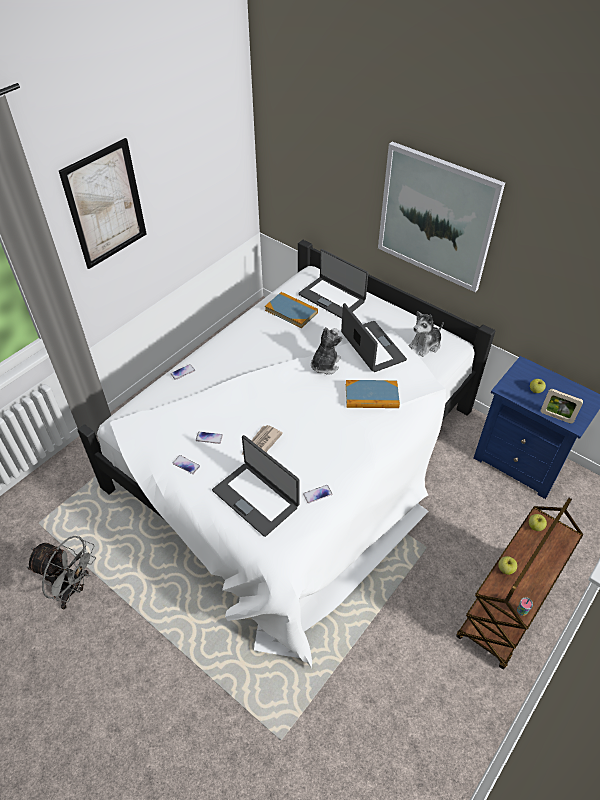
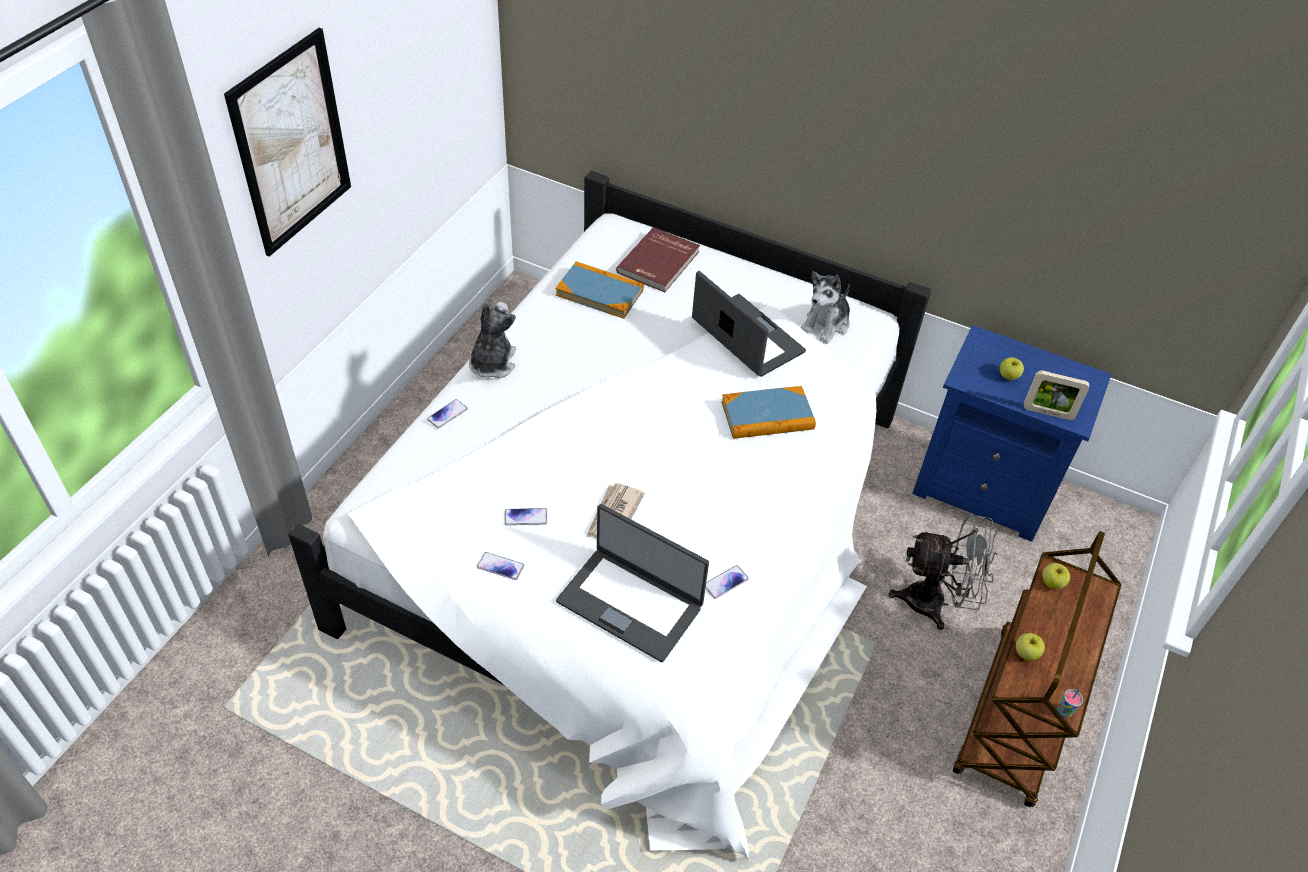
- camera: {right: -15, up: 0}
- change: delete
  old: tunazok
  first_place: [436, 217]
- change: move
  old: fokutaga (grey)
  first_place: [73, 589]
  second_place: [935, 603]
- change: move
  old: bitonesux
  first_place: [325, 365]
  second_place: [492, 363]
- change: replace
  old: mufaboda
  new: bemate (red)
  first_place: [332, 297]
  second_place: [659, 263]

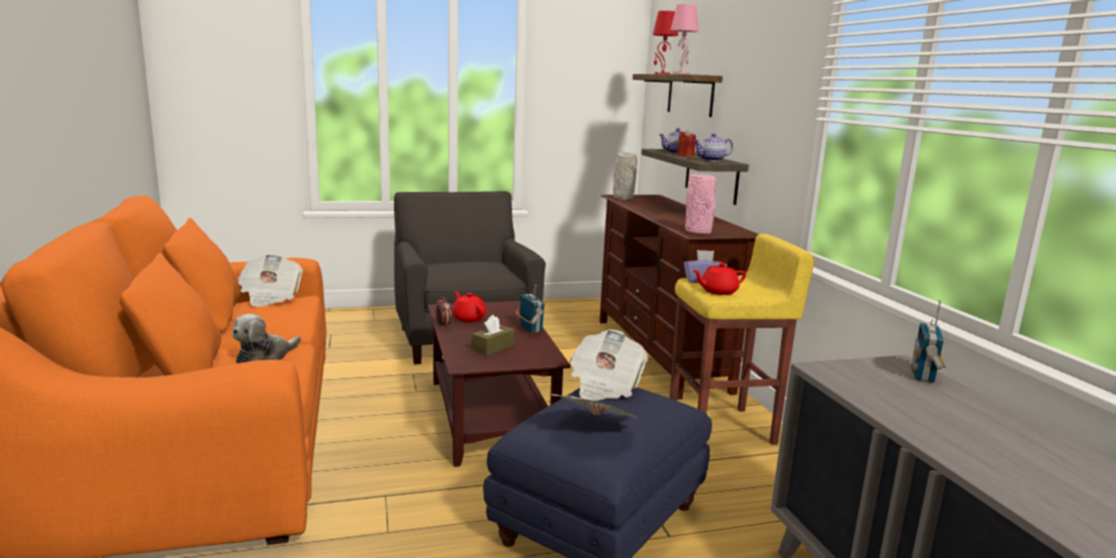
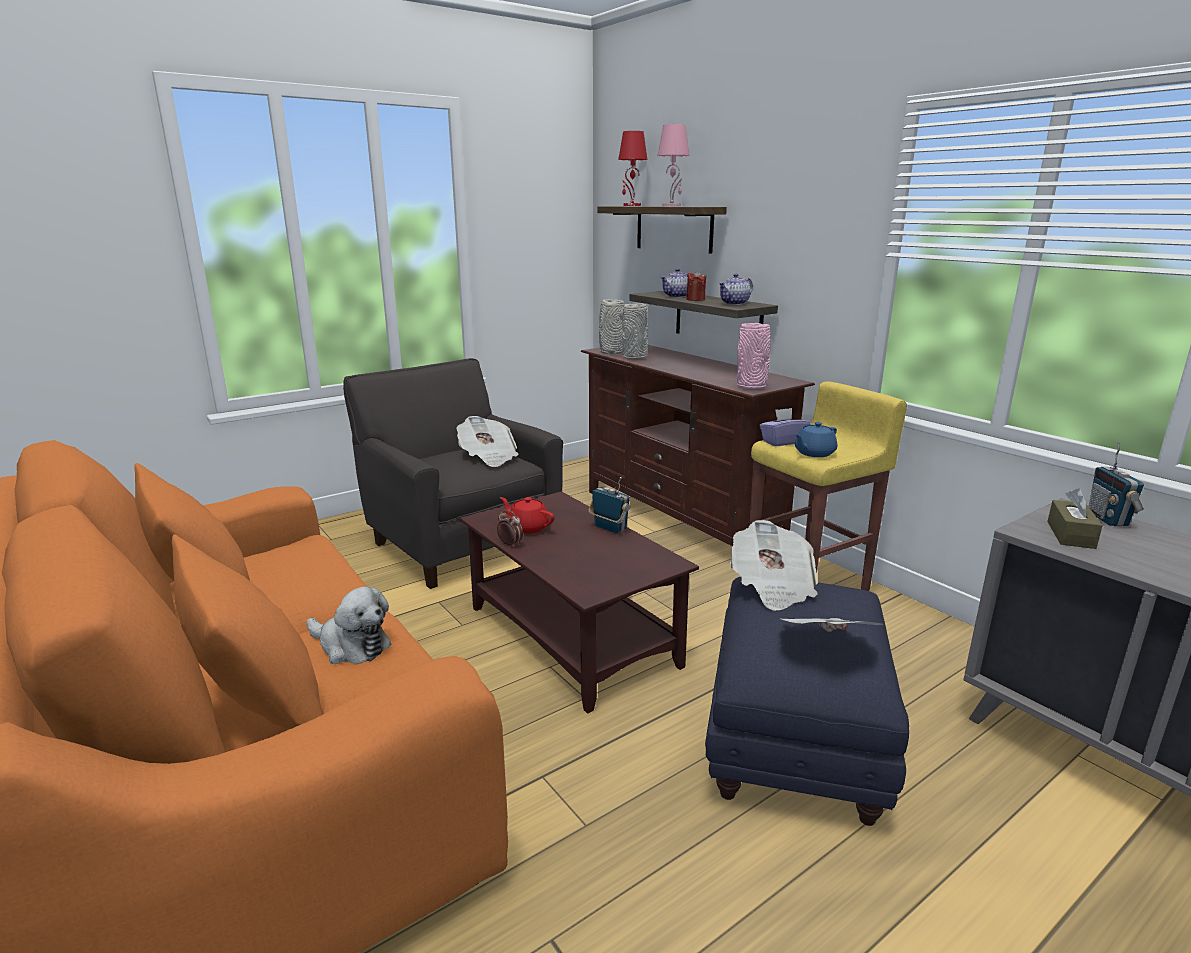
- camera: {right: -20, up: 5}
- change: insert
  new: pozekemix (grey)
  second_place: [634, 357]
- change: move
  old: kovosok
  first_place: [270, 297]
  second_place: [488, 457]
- change: move
  old: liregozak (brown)
  first_place: [493, 347]
  second_place: [1070, 535]
- change: recolor
  old: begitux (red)
  new: begitux (blue)
  first_place: [718, 291]
  second_place: [813, 453]
- change: rotate
  old: bitonesux
  first_place: [265, 357]
  second_place: [351, 646]
  degrees: -75

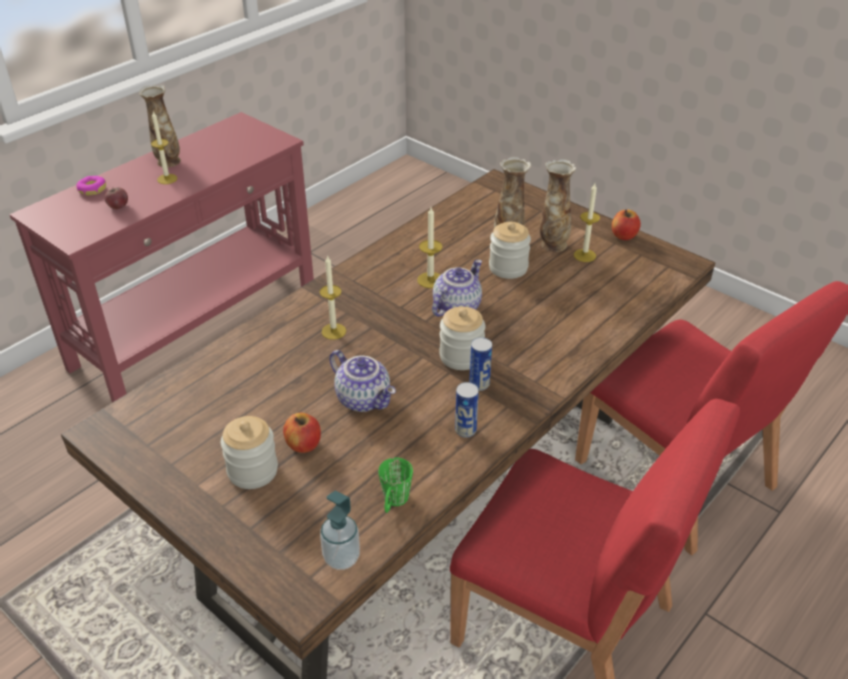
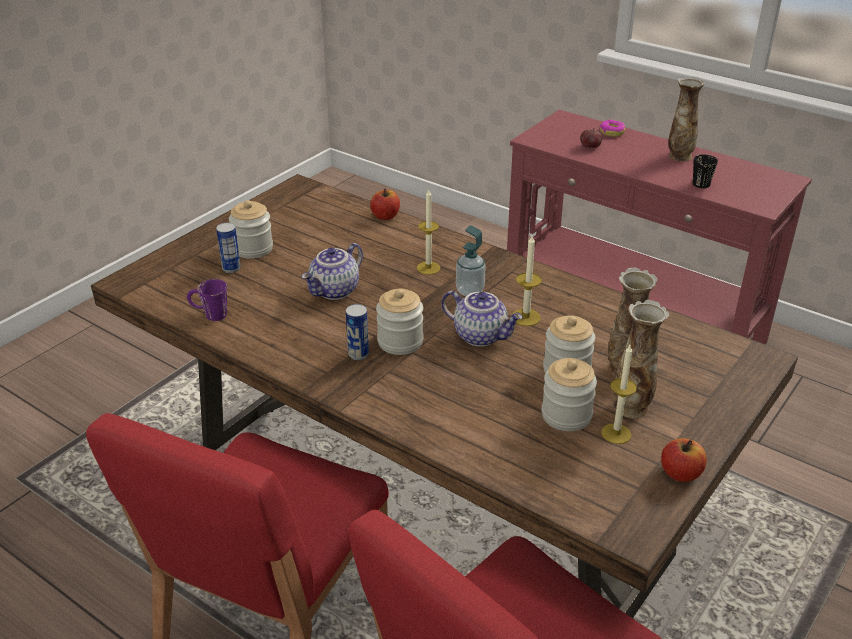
- camera: {right: 85, up: -5}
- change: delete
  old: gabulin
  first_place: [167, 179]
- change: insert
  new: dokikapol
  second_place: [566, 415]
- change: insert
  new: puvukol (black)
  second_place: [703, 187]
- change: move
  old: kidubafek
  first_place: [303, 444]
  second_place: [385, 216]
- change: move
  old: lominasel
  first_place: [341, 558]
  second_place: [469, 291]
- change: move
  old: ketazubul
  first_place: [465, 430]
  second_place: [231, 268]
- change: recolor
  old: puvukol (green)
  new: puvukol (purple)
  first_place: [394, 503]
  second_place: [209, 314]

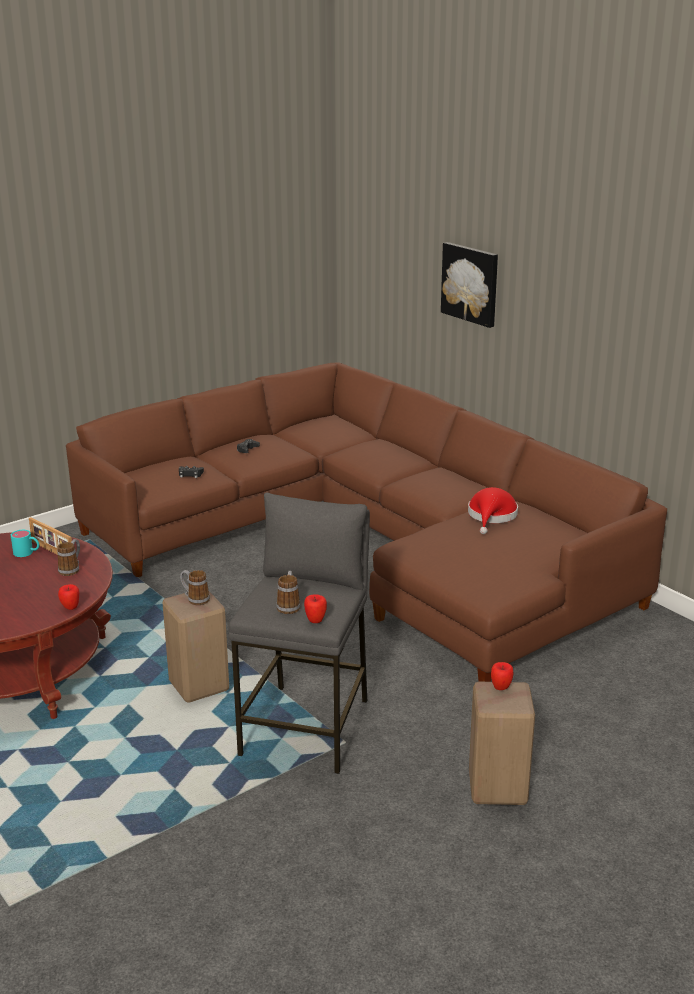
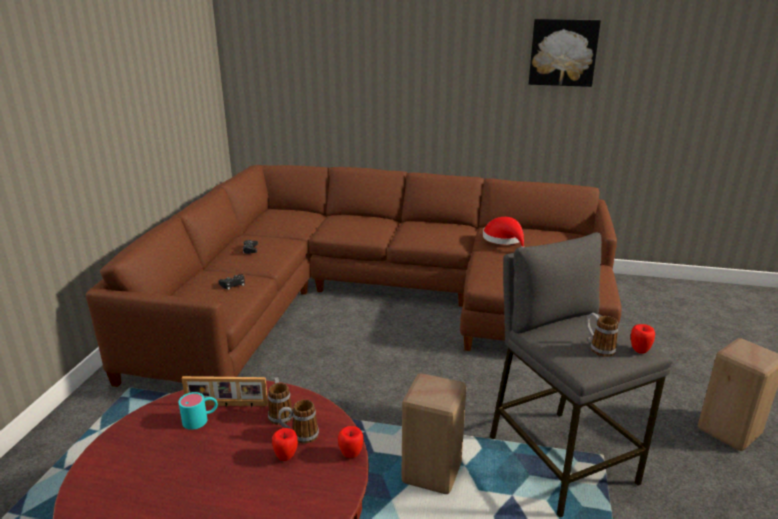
- camera: {right: -40, up: 0}
- change: move
  old: puvukol
  first_place: [195, 599]
  second_place: [299, 436]
- change: move
  old: tunazok
  first_place: [471, 283]
  second_place: [563, 52]
- change: move
  old: kidubafek
  first_place: [501, 688]
  second_place: [286, 457]

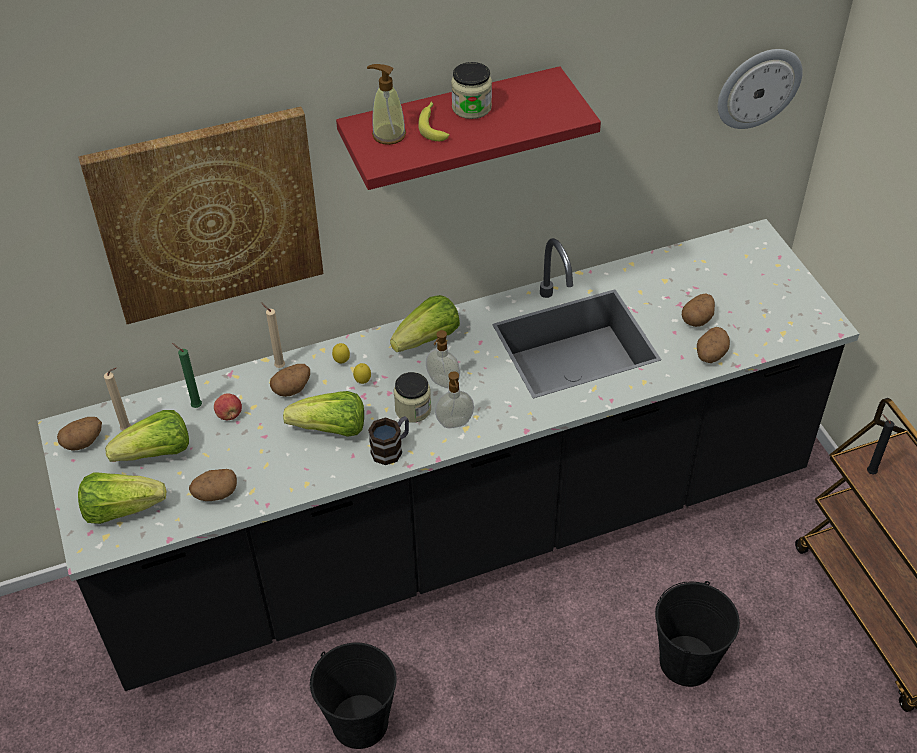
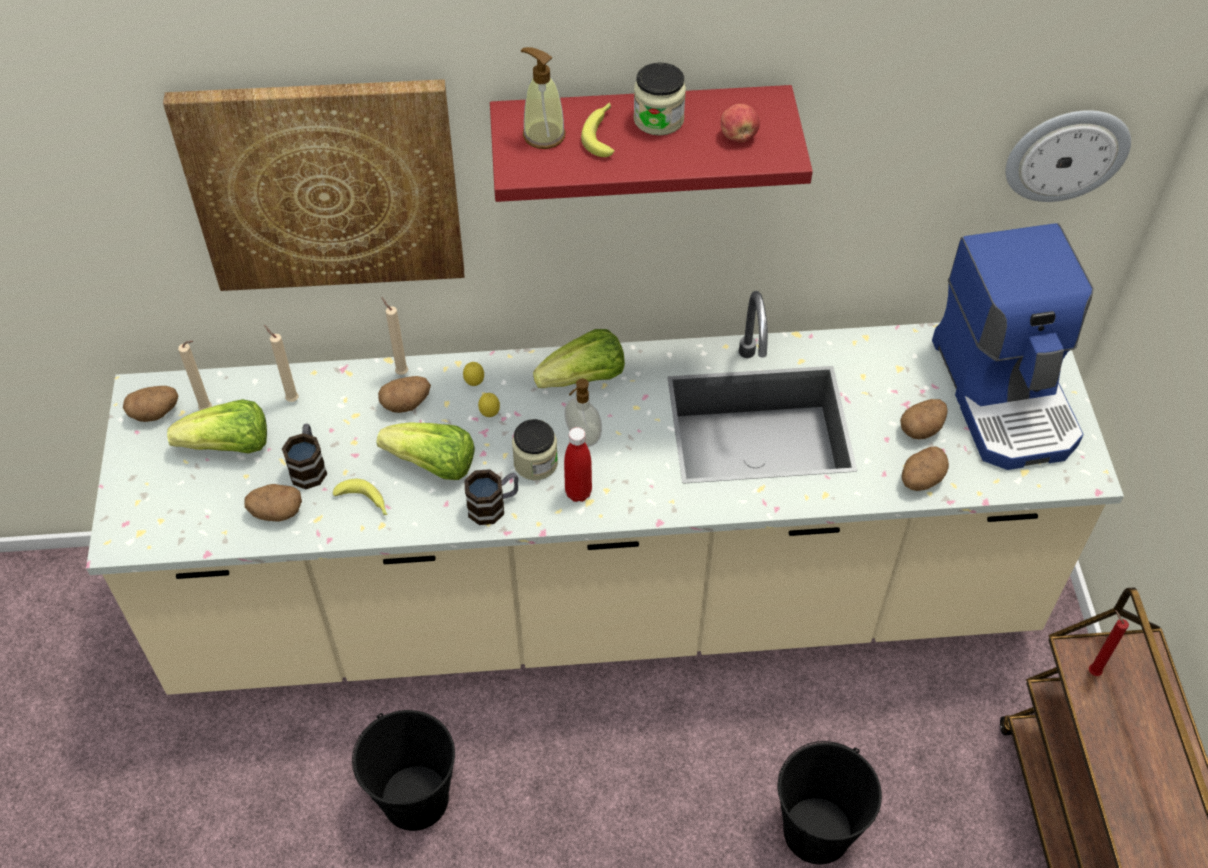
- camera: {right: 15, up: 5}
- change: delete
  old: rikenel
  first_place: [121, 509]
- change: insert
  new: puvukol
  second_place: [309, 466]
- change: insert
  new: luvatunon
  second_place: [364, 502]
- change: insert
  new: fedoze
  second_place: [1006, 394]
- change: move
  old: kidubafek
  first_place: [229, 415]
  second_place: [738, 136]
- change: replace
  old: lominasel
  new: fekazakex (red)
  first_place: [455, 423]
  second_place: [578, 493]
- change: recolor
  old: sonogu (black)
  new: sonogu (beige)
  first_place: [461, 532]
  second_place: [604, 602]
- change: recolor
  old: gabulin (green)
  new: gabulin (beige)
  first_place: [195, 406]
  second_place: [291, 399]
- change: recolor
  old: gabulin (black)
  new: gabulin (red)
  first_place: [869, 472]
  second_place: [1092, 671]

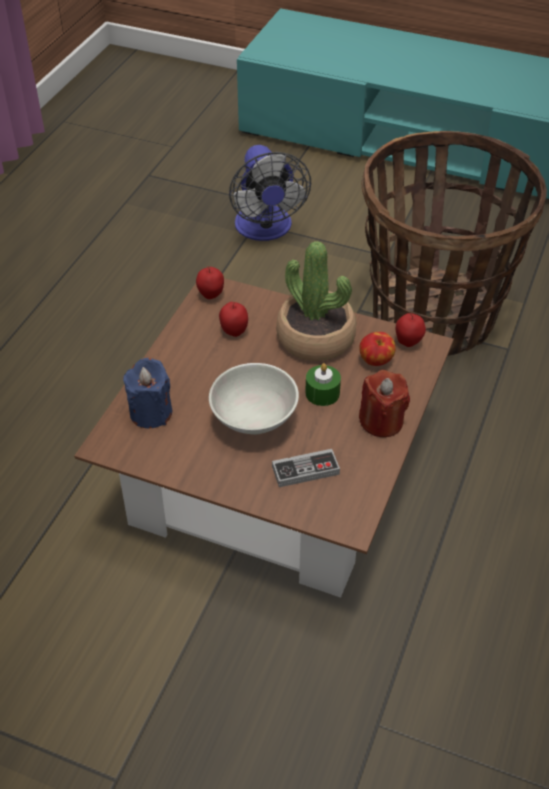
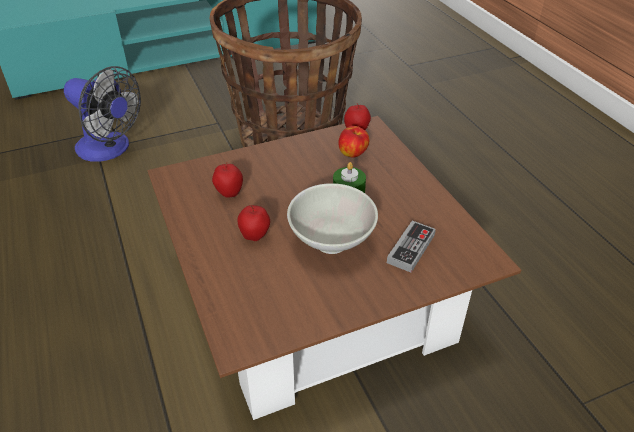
- camera: {right: -45, up: -5}
- change: delete
  old: gabulin (blue)
  first_place: [151, 412]
- change: delete
  old: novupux
  first_place: [316, 338]
- change: delete
  old: gabulin (red)
  first_place: [381, 421]
- change: move
  old: kidubafek
  first_place: [210, 296]
  second_place: [255, 237]

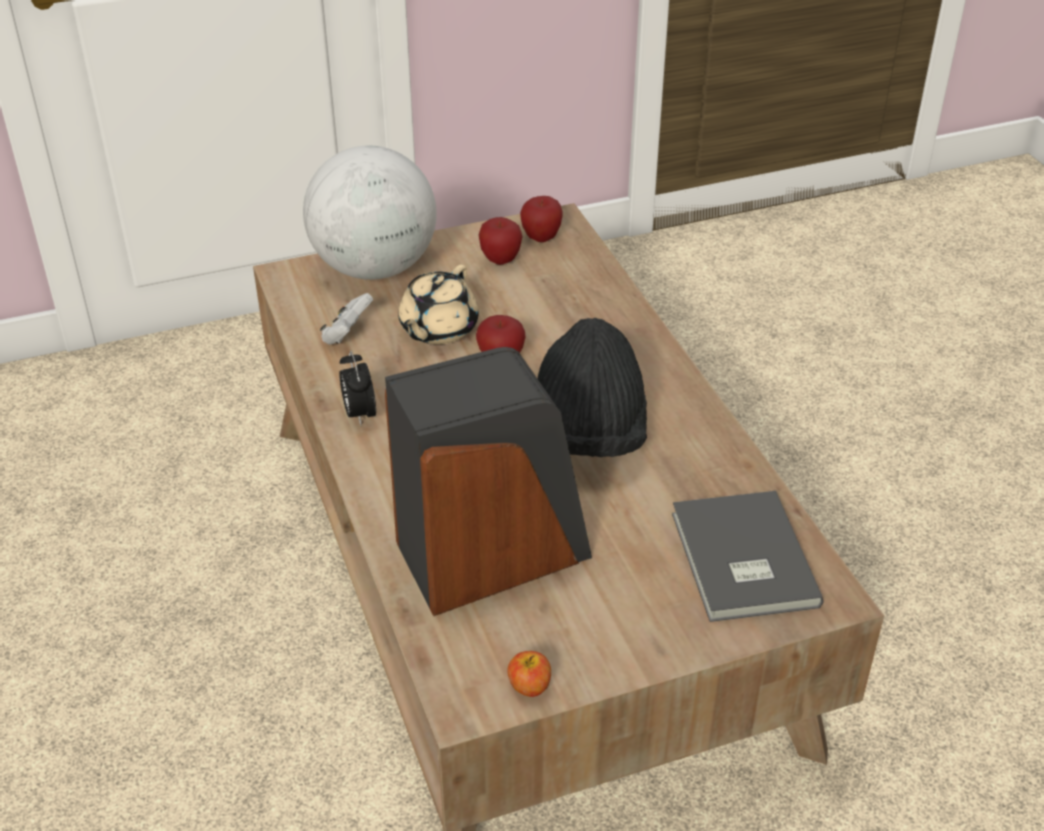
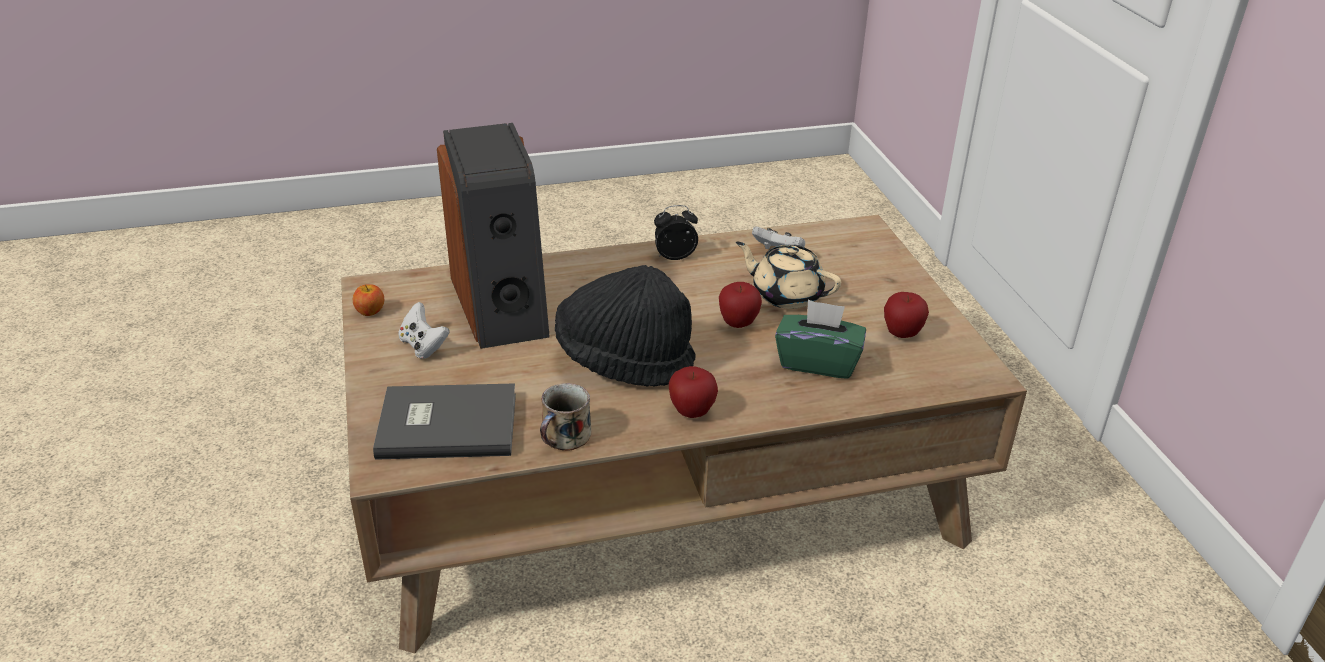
- camera: {right: 95, up: -5}
- change: delete
  old: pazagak
  first_place: [374, 268]
- change: insert
  new: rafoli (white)
  second_place: [423, 346]
- change: insert
  new: puvukol
  second_place: [565, 436]
- change: insert
  new: liregozak (green)
  second_place: [818, 362]
- change: move
  old: kidubafek
  first_place: [541, 238]
  second_place: [692, 412]

